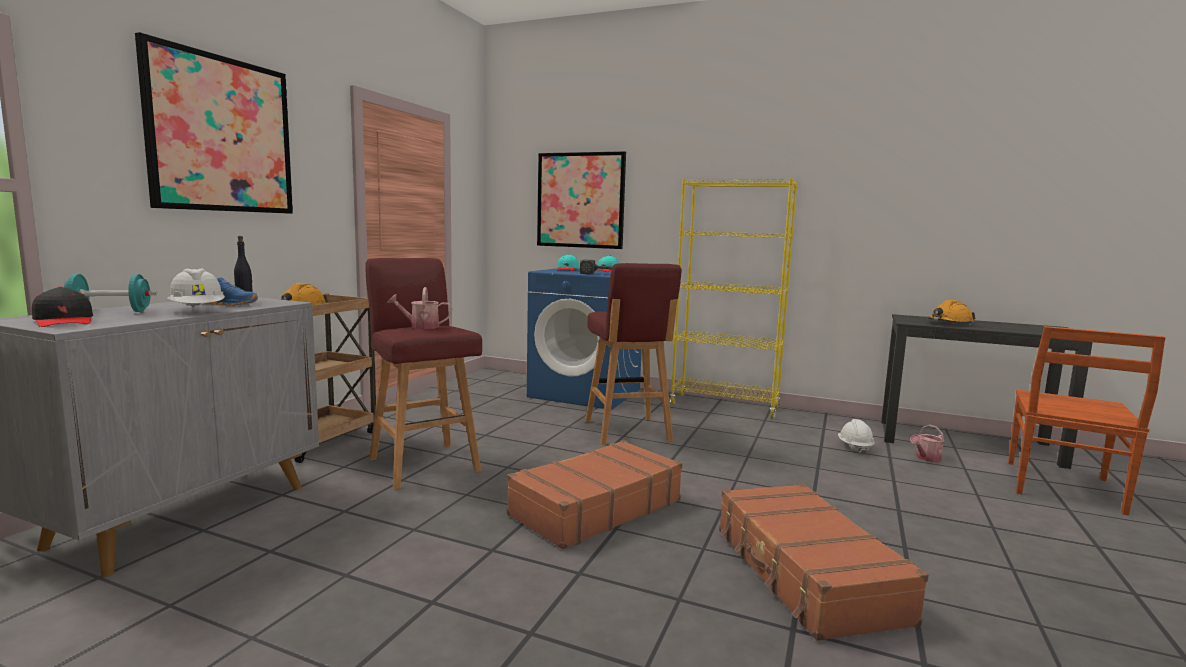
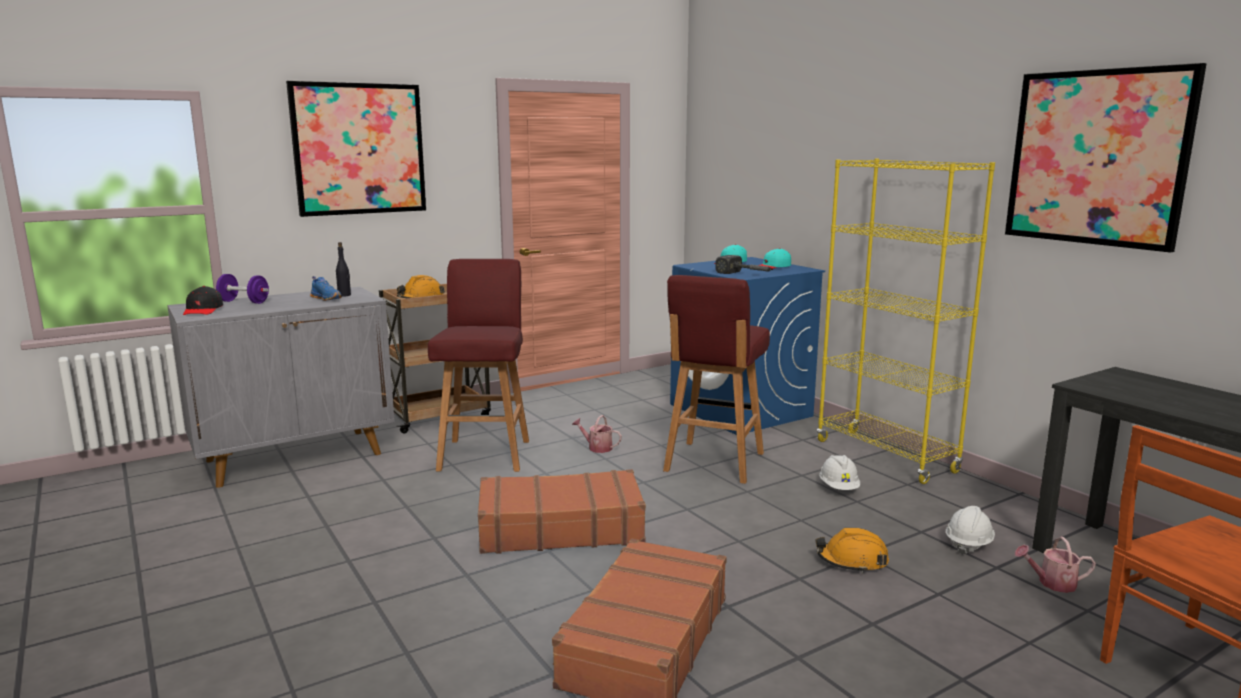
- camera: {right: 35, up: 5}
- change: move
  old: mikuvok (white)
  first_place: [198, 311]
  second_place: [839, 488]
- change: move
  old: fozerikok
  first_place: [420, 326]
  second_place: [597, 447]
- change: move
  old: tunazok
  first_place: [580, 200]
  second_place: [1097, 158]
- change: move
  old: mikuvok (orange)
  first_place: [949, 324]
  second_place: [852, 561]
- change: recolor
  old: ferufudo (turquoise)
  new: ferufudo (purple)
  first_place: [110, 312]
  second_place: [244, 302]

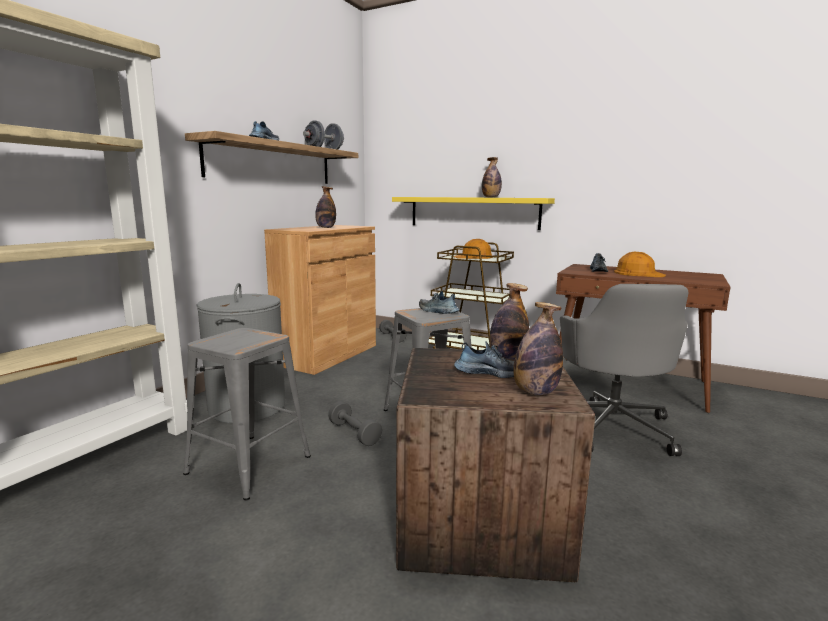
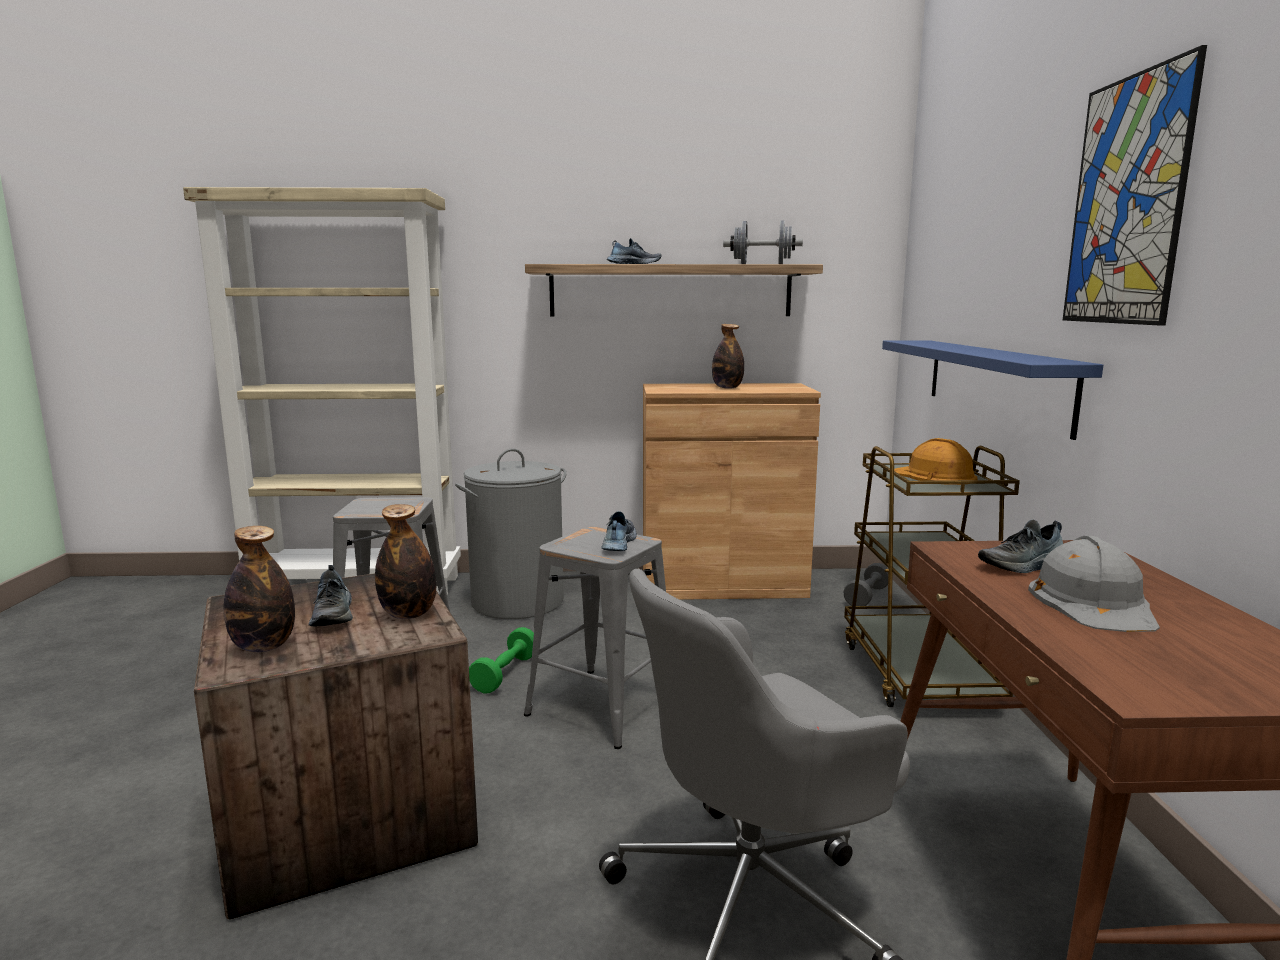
- camera: {right: 60, up: 0}
- change: delete
  old: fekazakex
  first_place: [491, 197]
- change: insert
  new: tunazok
  second_place: [1127, 201]
- change: recolor
  old: ferufudo (grey)
  new: ferufudo (green)
  first_place: [354, 433]
  second_place: [505, 674]
- change: recolor
  old: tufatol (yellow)
  new: tufatol (blue)
  first_place: [473, 212]
  second_place: [994, 382]
- change: recolor
  old: mikuvok (orange)
  new: mikuvok (grey)
  first_place: [638, 273]
  second_place: [1093, 602]

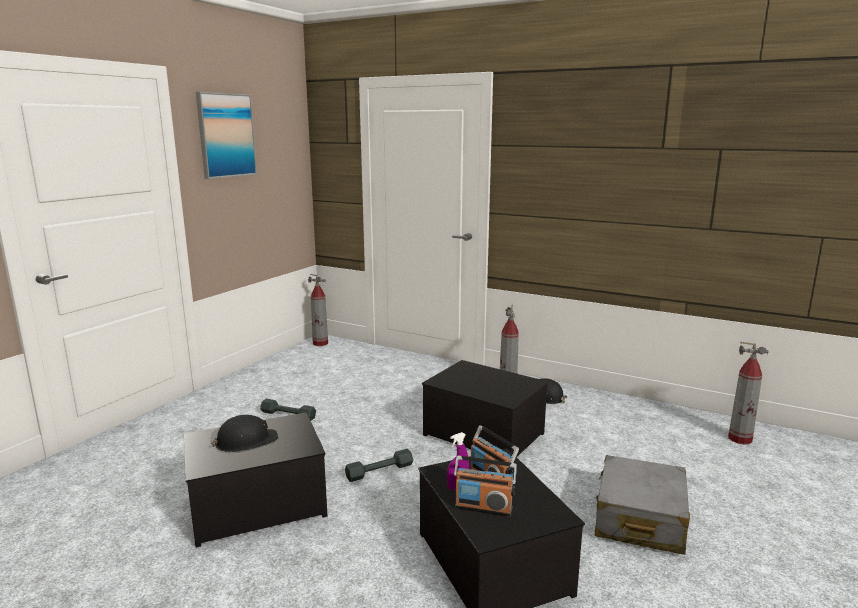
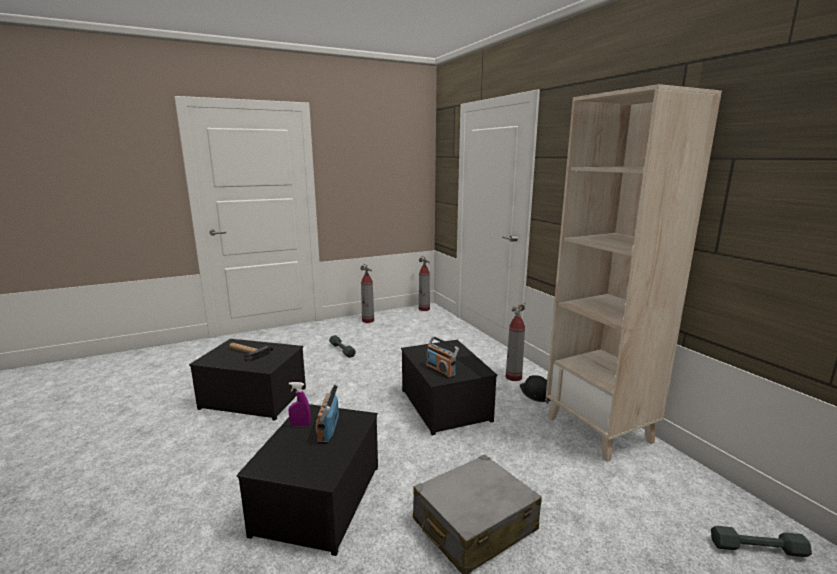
- camera: {right: 35, up: 0}
- change: delete
  old: tunazok
  first_place: [226, 135]
- change: insert
  new: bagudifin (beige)
  second_place: [600, 430]
- change: move
  old: ferufudo (grey)
  first_place: [379, 471]
  second_place: [757, 548]
- change: move
  old: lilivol
  first_place: [483, 507]
  second_place: [441, 371]
- change: move
  old: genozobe
  first_place: [740, 439]
  second_place: [368, 320]
- change: replace
  old: mikuvok (black)
  new: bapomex
  first_place: [246, 441]
  second_place: [246, 352]

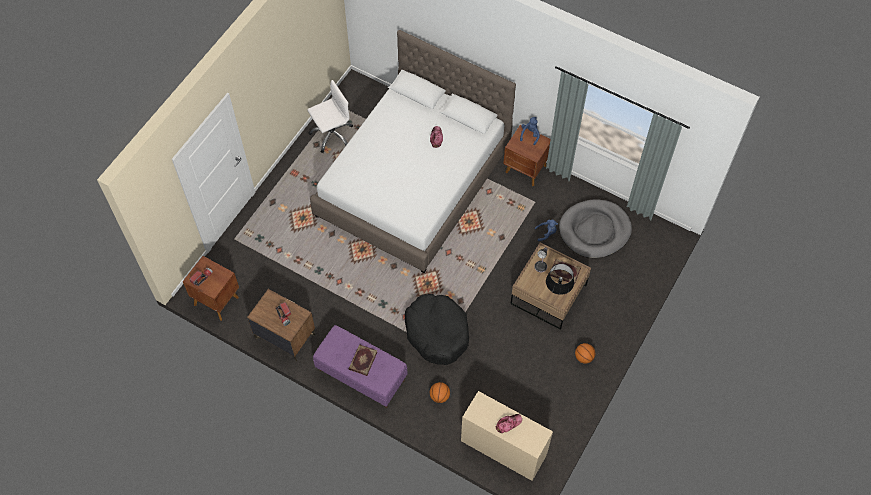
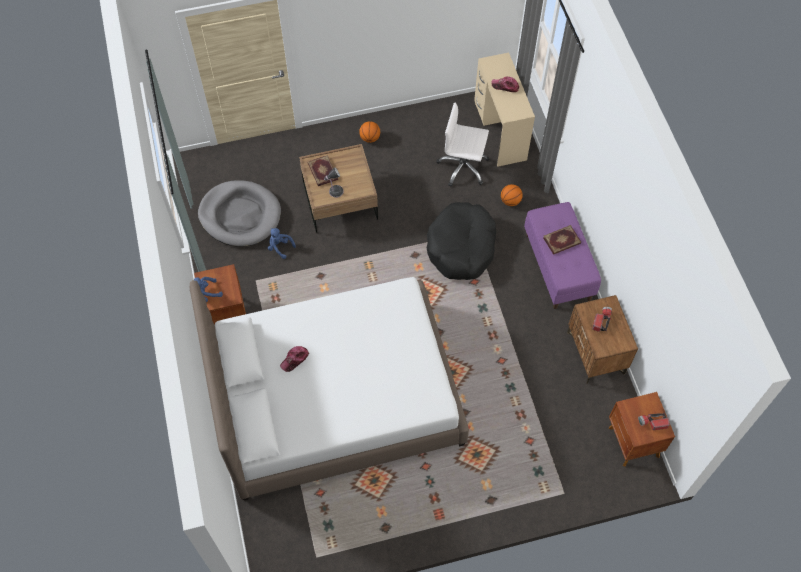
- camera: {right: -135, up: 0}
- change: delete
  old: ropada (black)
  first_place: [557, 293]
- change: move
  old: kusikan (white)
  first_place: [332, 135]
  second_place: [463, 167]

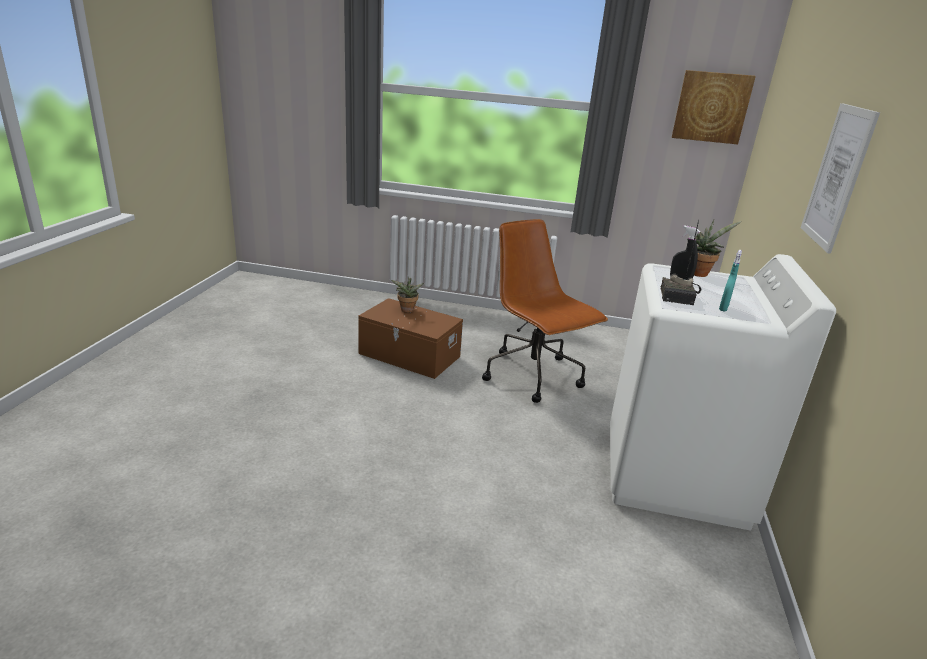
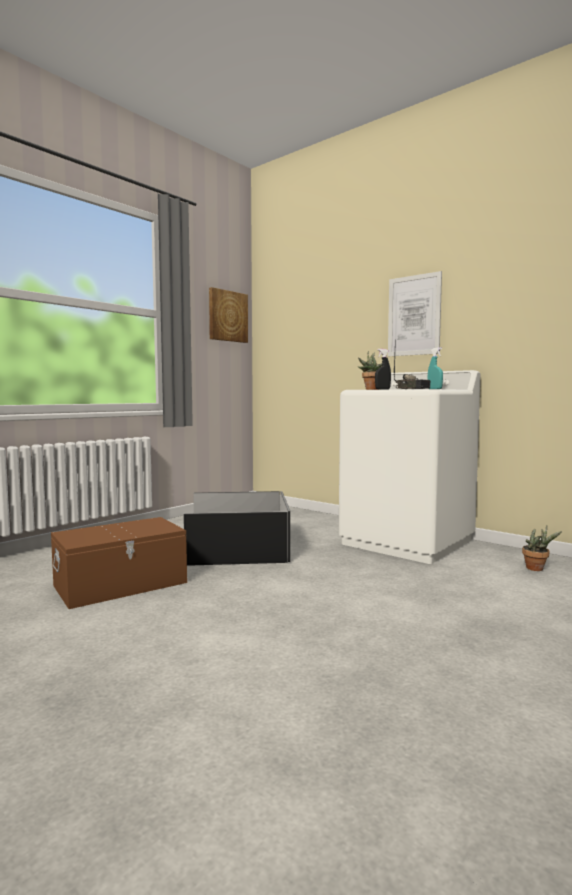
- camera: {right: -60, up: -20}
- change: move
  old: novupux
  first_place: [406, 310]
  second_place: [537, 569]
- change: replace
  old: kusikan (brown)
  new: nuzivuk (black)
  first_place: [534, 376]
  second_place: [237, 547]

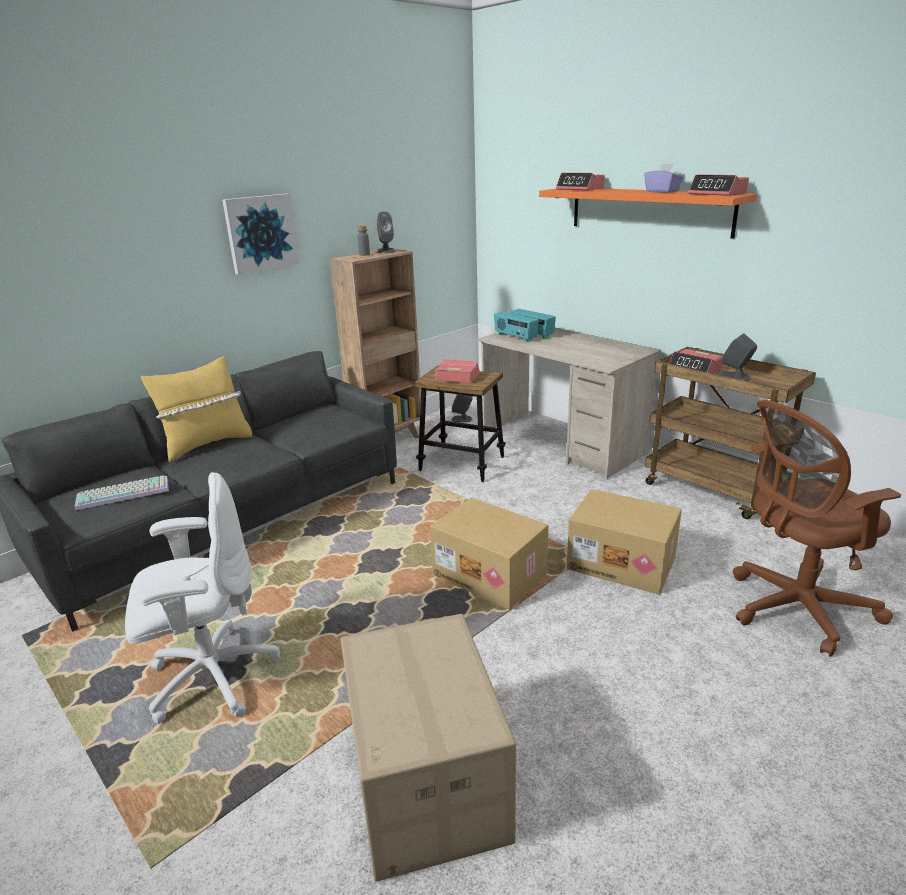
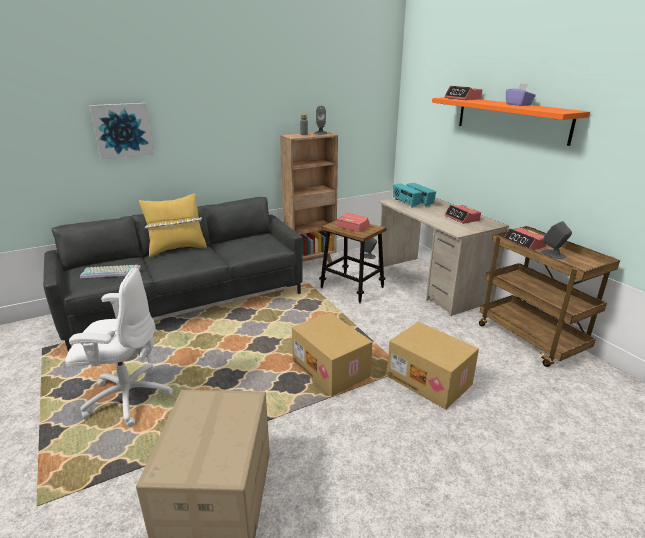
- camera: {right: 15, up: 0}
- change: delete
  old: kusikan (brown)
  first_place: [794, 609]
- change: move
  old: tunazok
  first_place: [260, 233]
  second_place: [122, 130]
- change: move
  old: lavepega
  first_place: [717, 194]
  second_place: [462, 218]

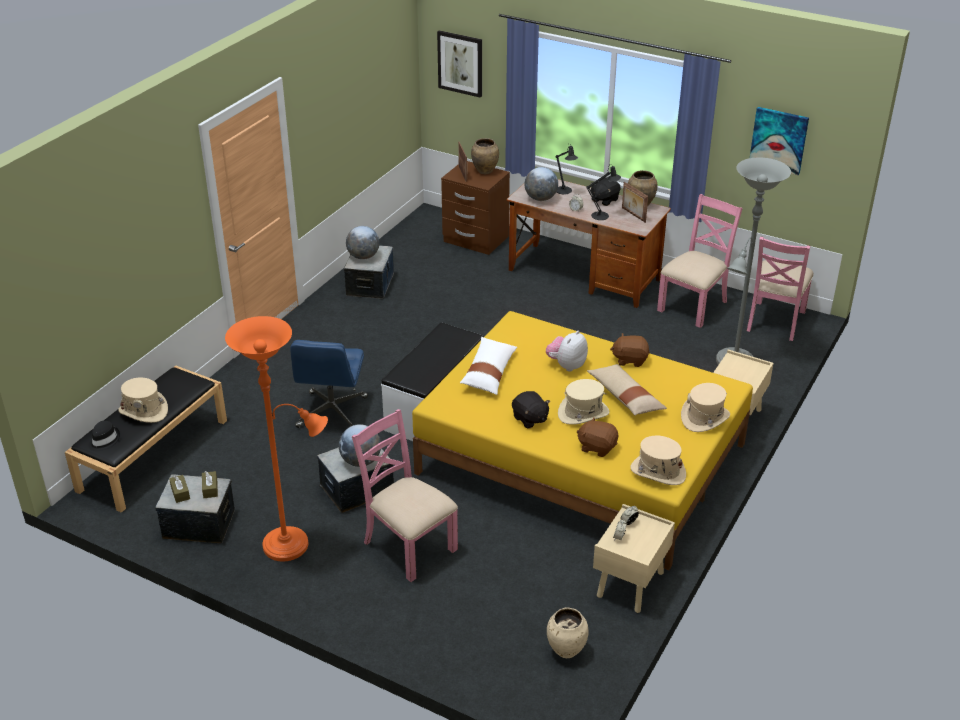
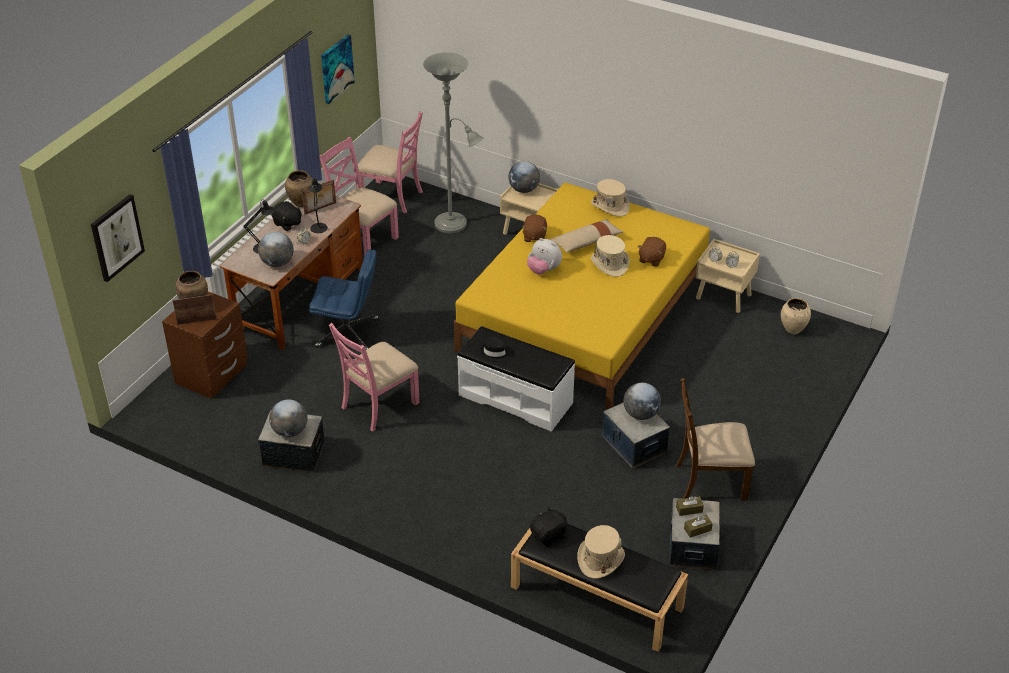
- camera: {right: -90, up: 5}
- change: delete
  old: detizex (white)
  first_place: [489, 373]
- change: delete
  old: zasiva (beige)
  first_place: [657, 472]
- change: insert
  new: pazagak
  second_place: [524, 190]
- change: move
  old: zasiva (black)
  first_place: [103, 440]
  second_place: [494, 353]
- change: move
  old: kusikan (blue)
  first_place: [332, 413]
  second_place: [348, 333]
- change: move
  old: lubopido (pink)
  first_place: [408, 546]
  second_place: [378, 405]
- change: move
  old: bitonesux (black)
  first_place: [530, 419]
  second_place: [549, 535]
- change: replace
  old: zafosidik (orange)
  new: lubopido (brown)
  first_place: [292, 545]
  second_place: [709, 481]

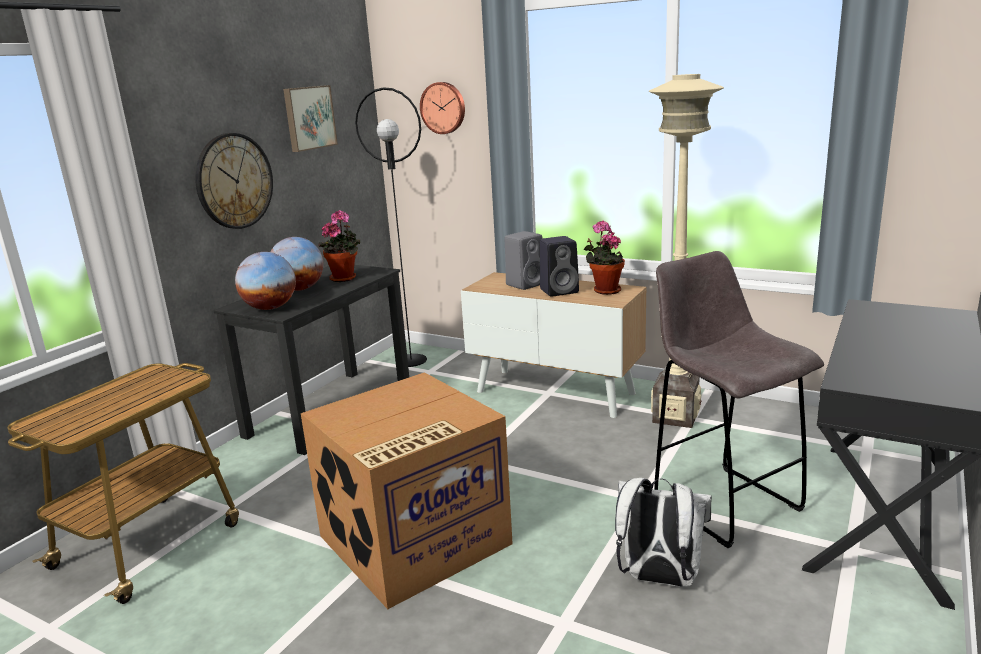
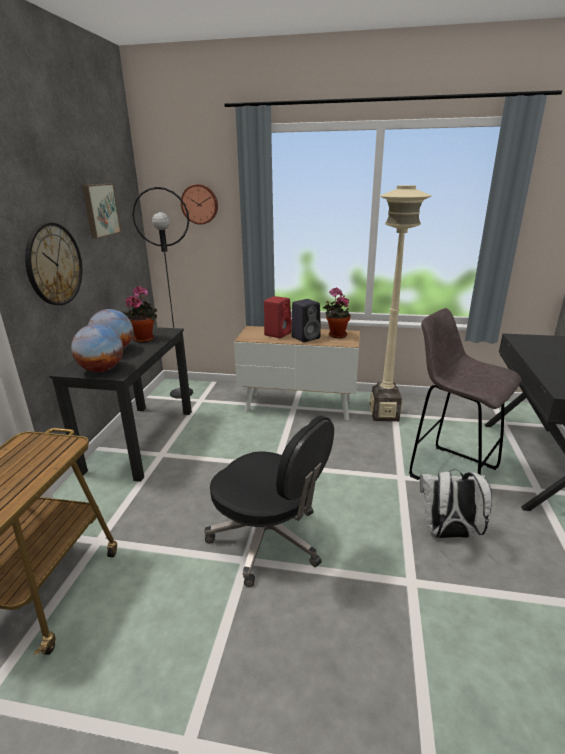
- camera: {right: -20, up: 5}
- change: replace
  old: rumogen
  new: kusikan (black)
  first_place: [413, 542]
  second_place: [269, 540]
- change: recolor
  old: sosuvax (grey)
  new: sosuvax (red)
  first_place: [526, 284]
  second_place: [278, 333]

